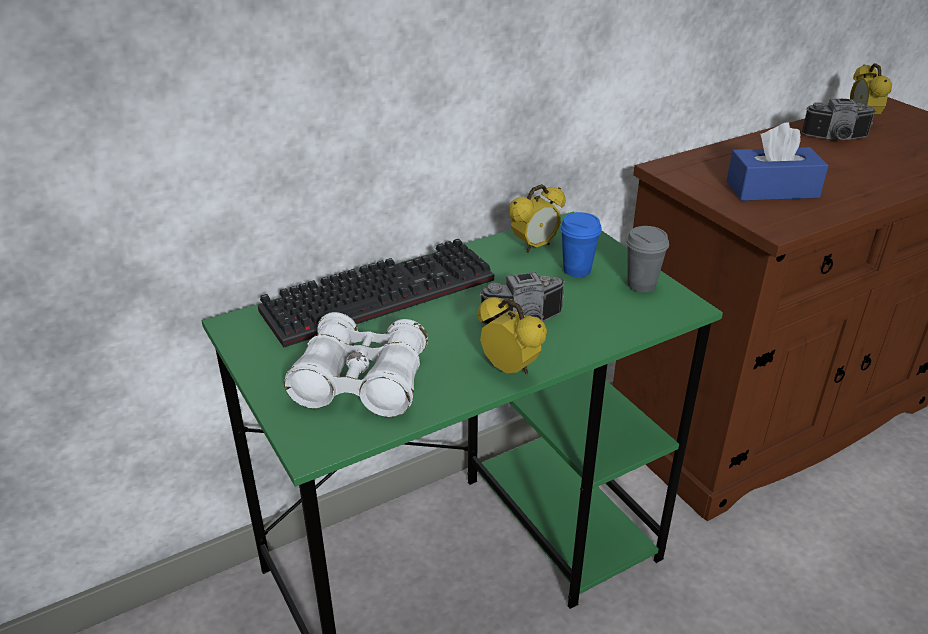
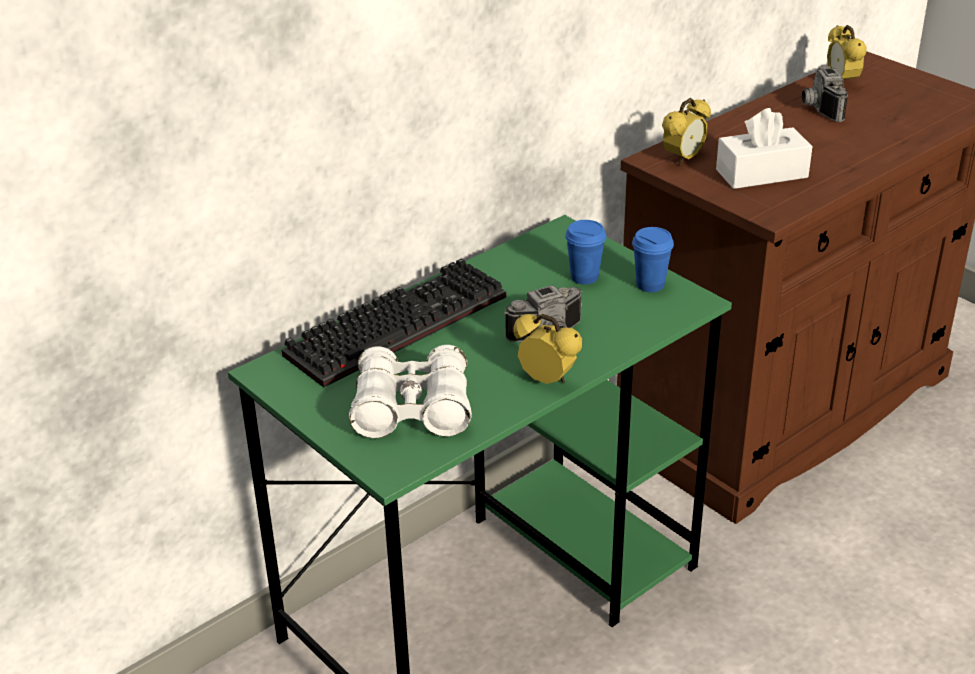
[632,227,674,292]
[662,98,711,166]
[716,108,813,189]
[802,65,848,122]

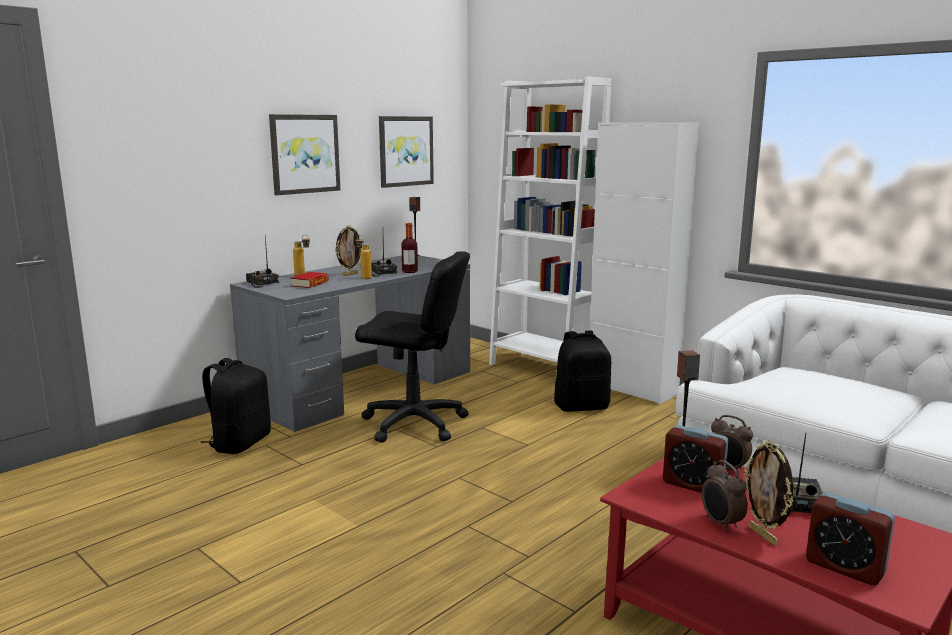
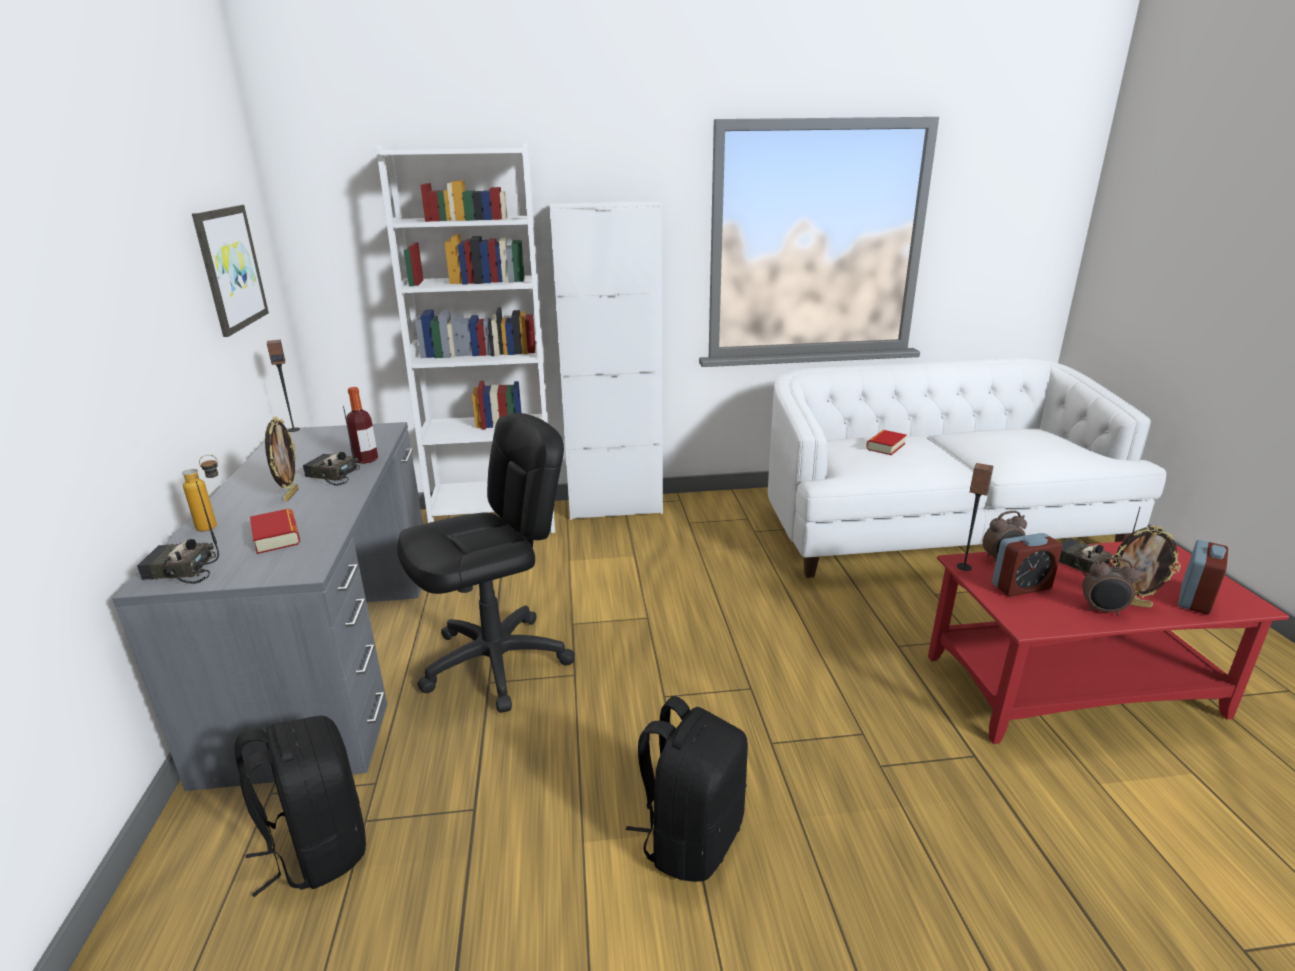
[626,696,748,882]
[866,430,907,455]
[1178,540,1228,614]
[269,114,340,195] (first image)
[356,235,372,279] (first image)

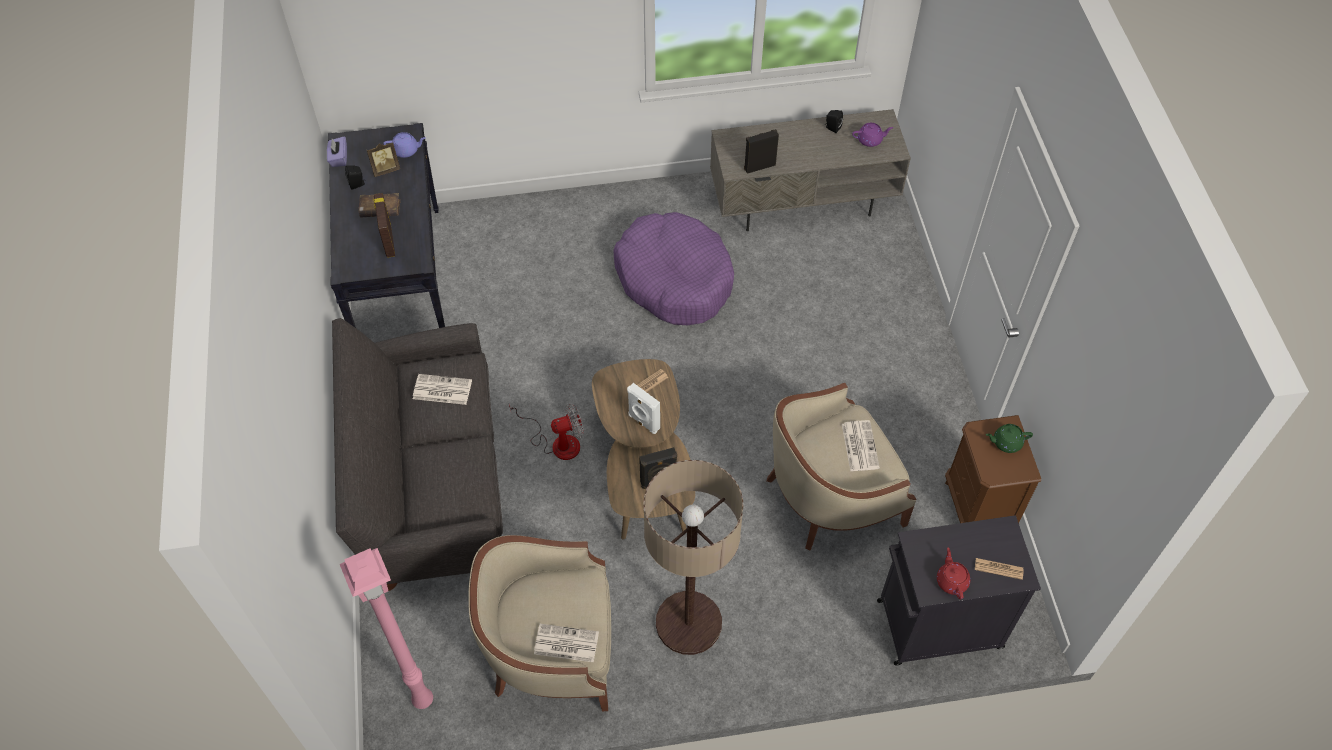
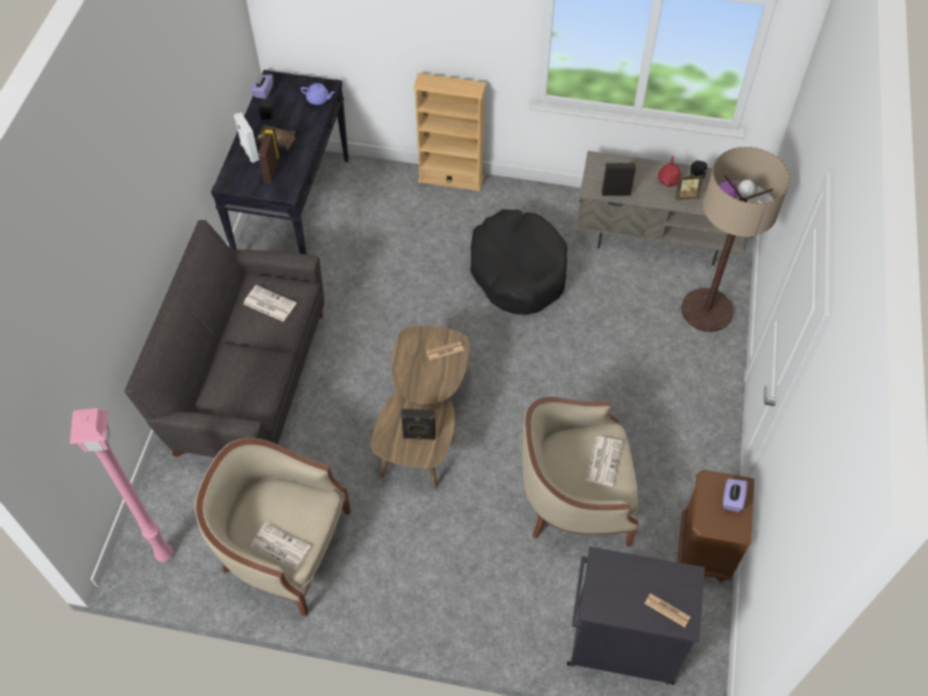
[234,112,259,163]
[413,73,486,191]
[470,209,567,315]
[658,156,681,187]
[675,174,703,200]
[681,147,790,332]
[723,479,747,512]
[509,404,584,460] (first image)

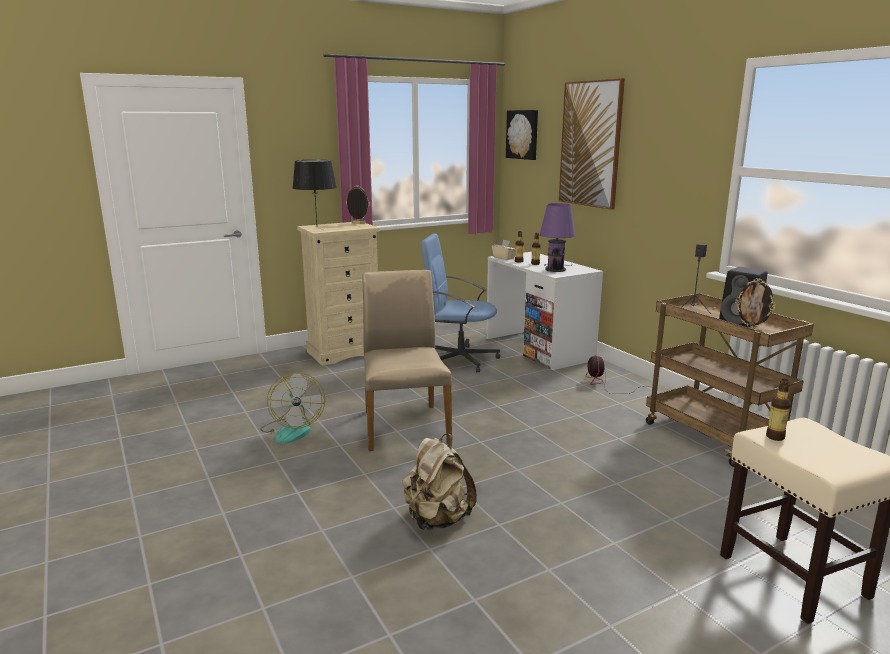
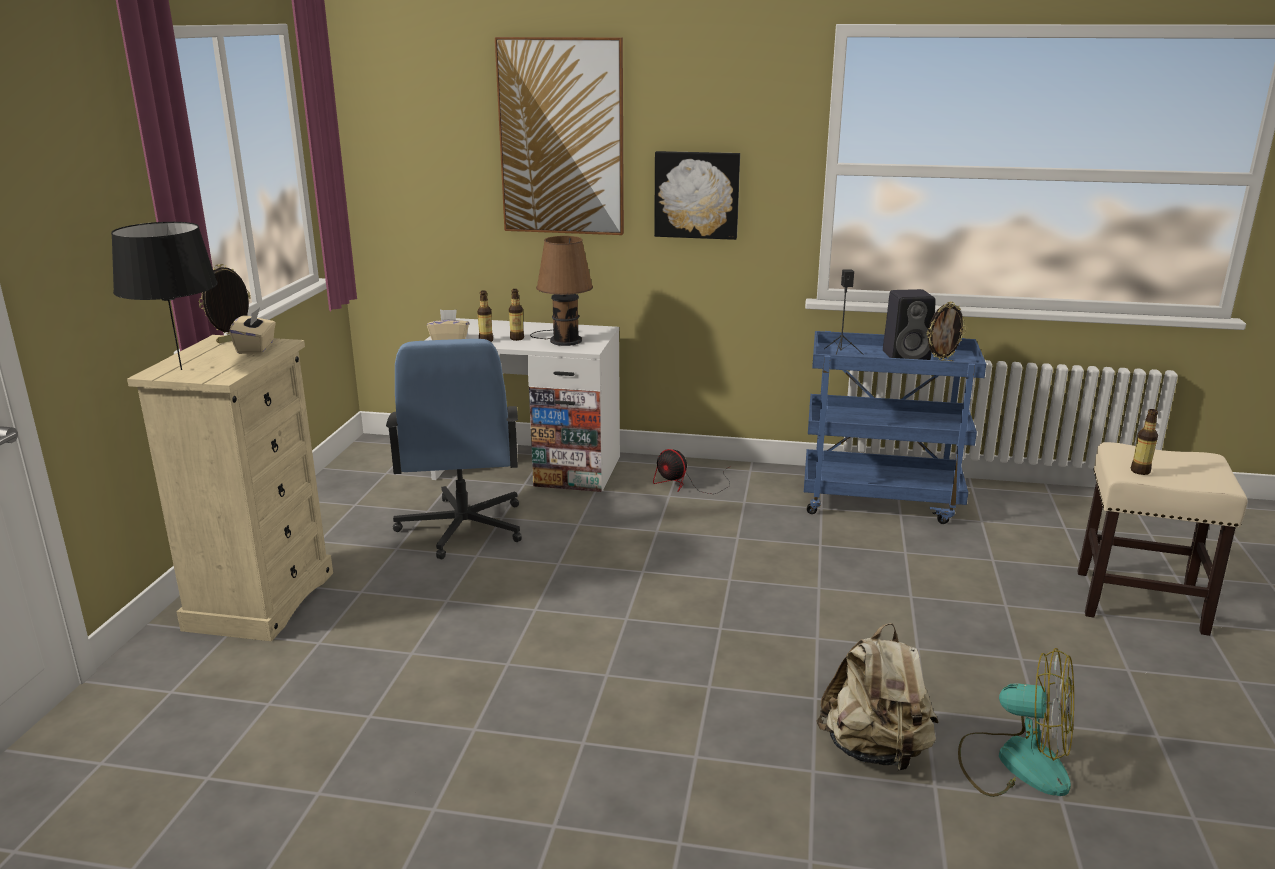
[229,308,276,354]
[386,339,522,559]
[530,236,593,346]
[654,151,740,240]
[804,331,986,524]
[958,648,1074,797]
[363,270,452,451] (first image)

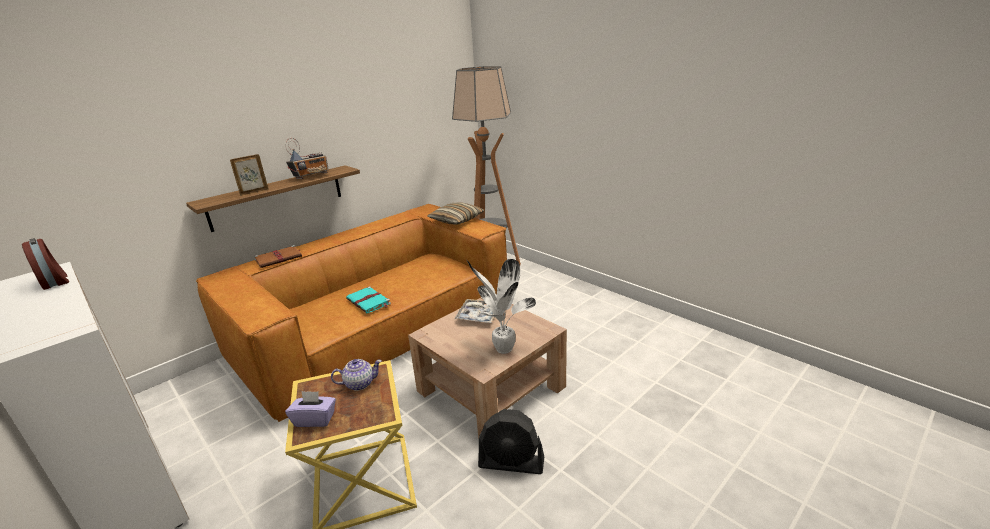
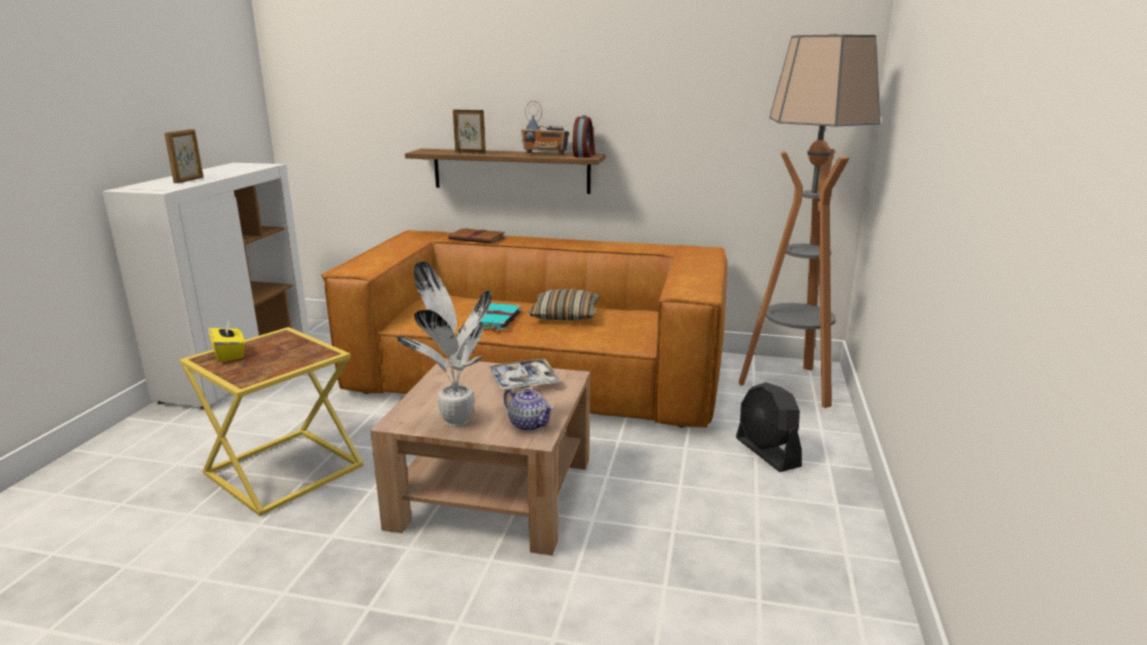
[164,129,203,183]
[208,321,245,362]
[503,389,554,431]
[528,289,600,320]
[573,115,596,158]
[736,382,802,472]

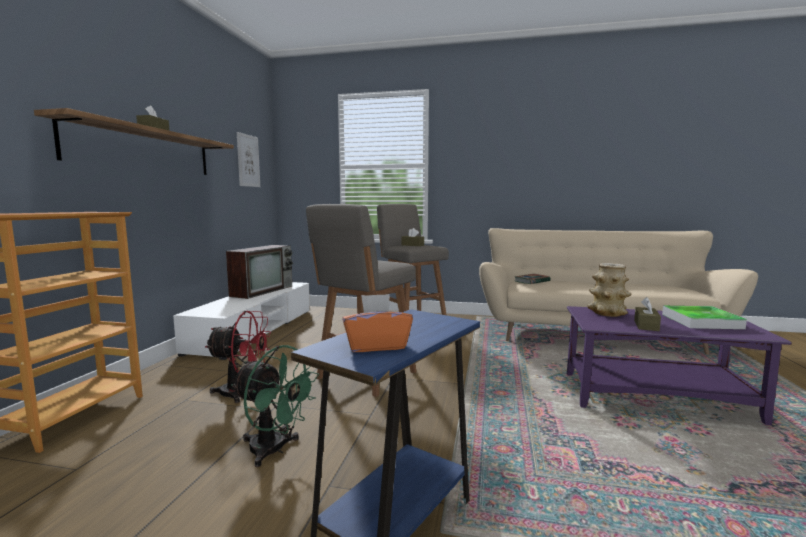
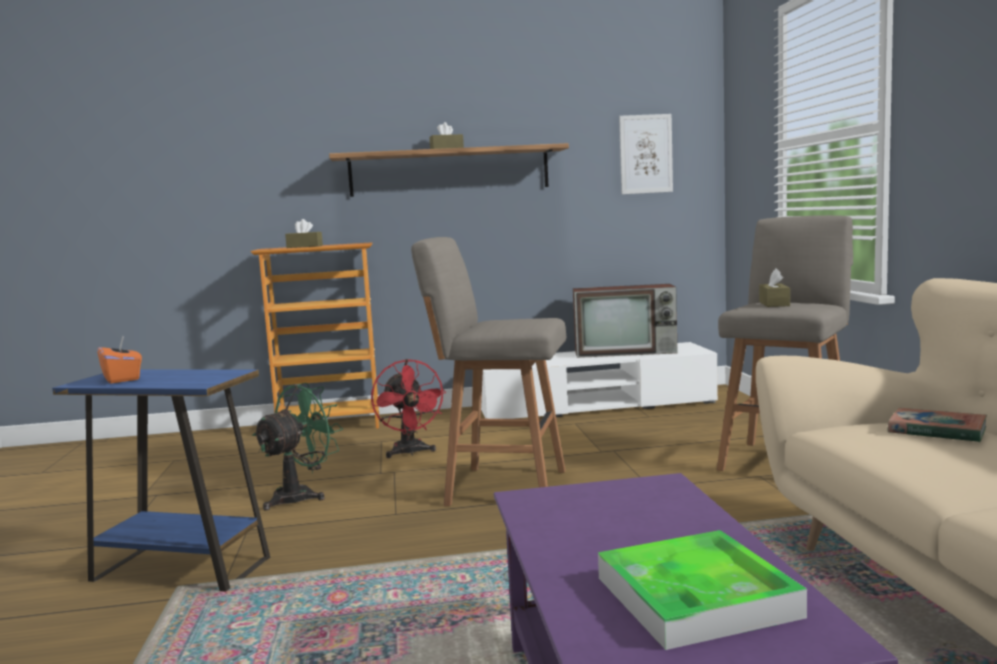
[252,383,343,511]
[285,219,323,248]
[587,263,632,317] (first image)

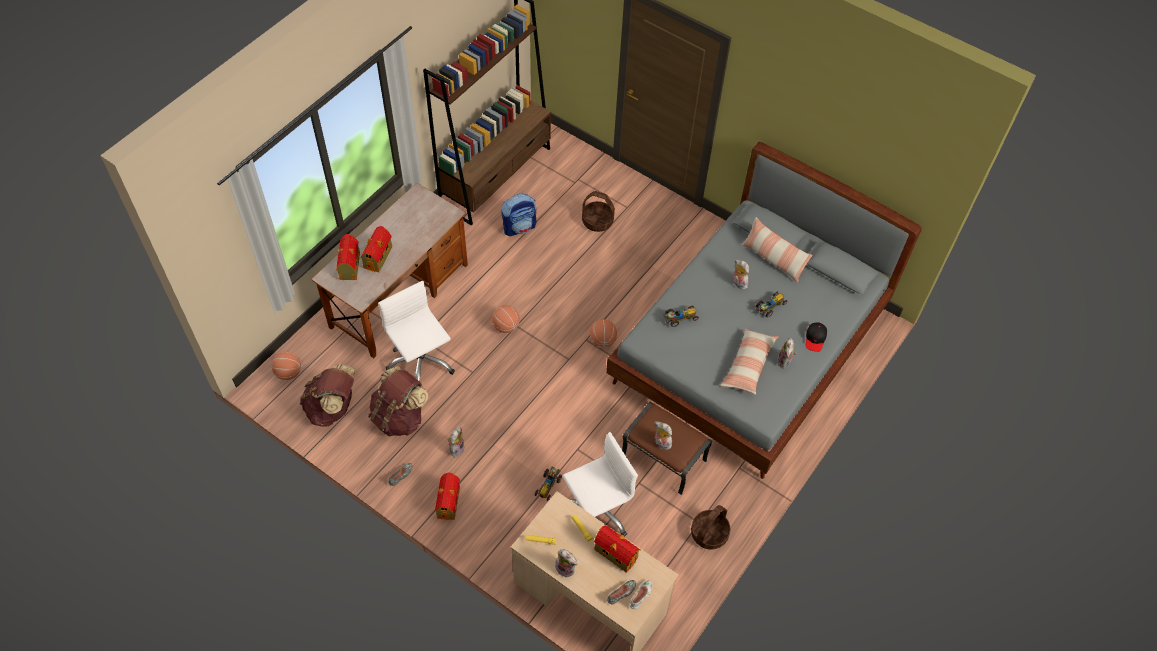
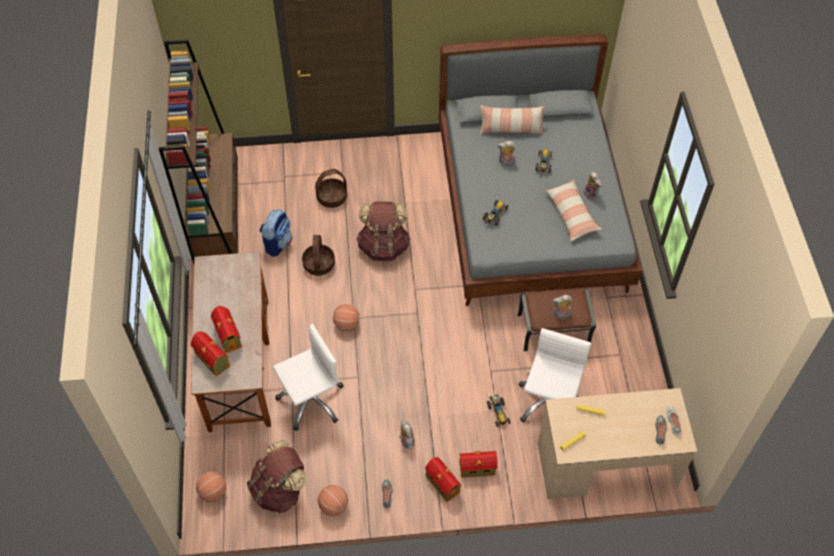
[273,324,343,431]
[302,235,335,276]
[318,485,348,516]
[356,202,410,261]
[459,450,498,478]
[555,549,578,578] (first image)
[806,322,827,352] (first image)

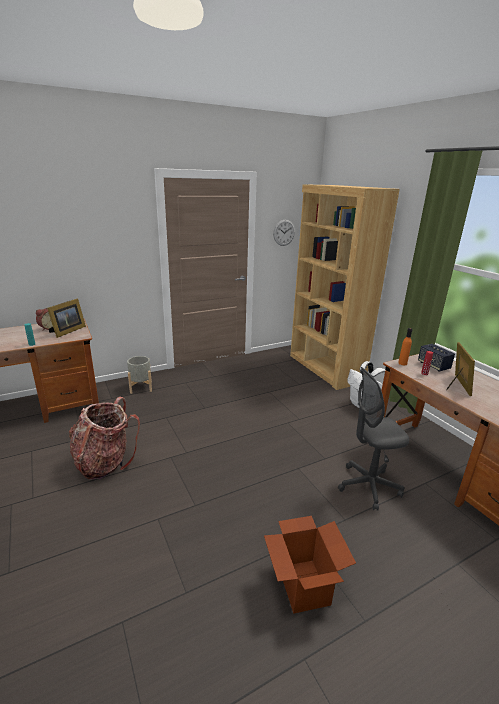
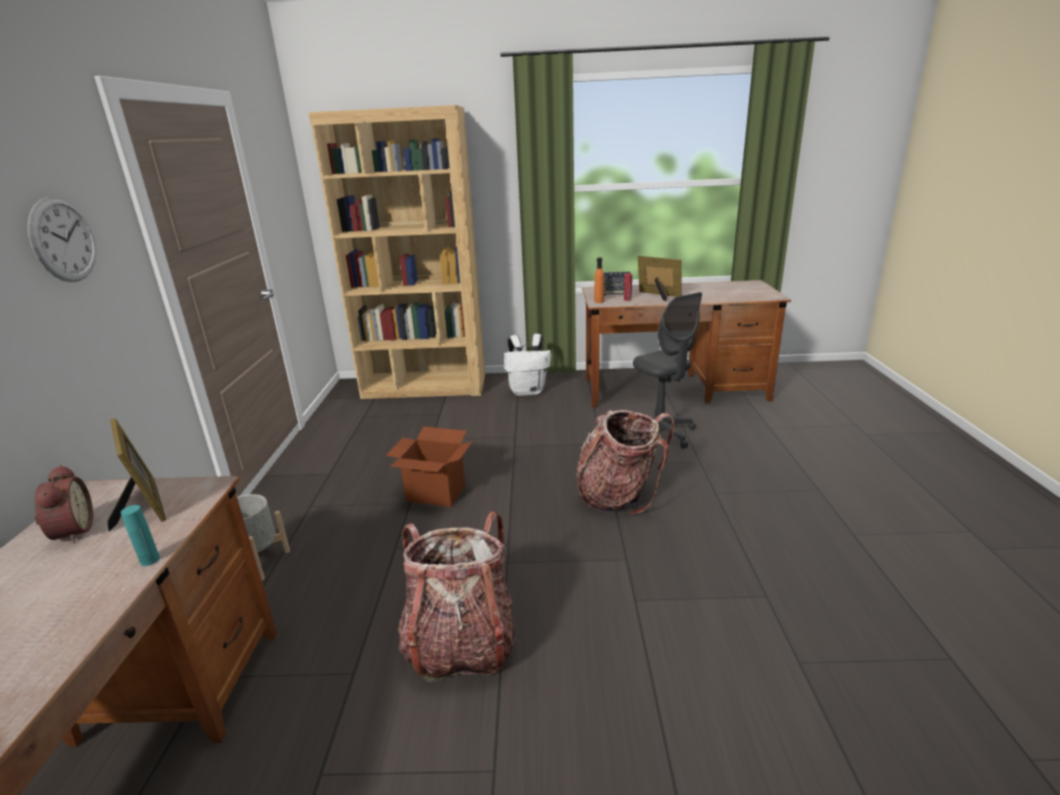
[28,197,96,282]
[386,427,473,507]
[576,410,675,515]
[633,292,702,449]

